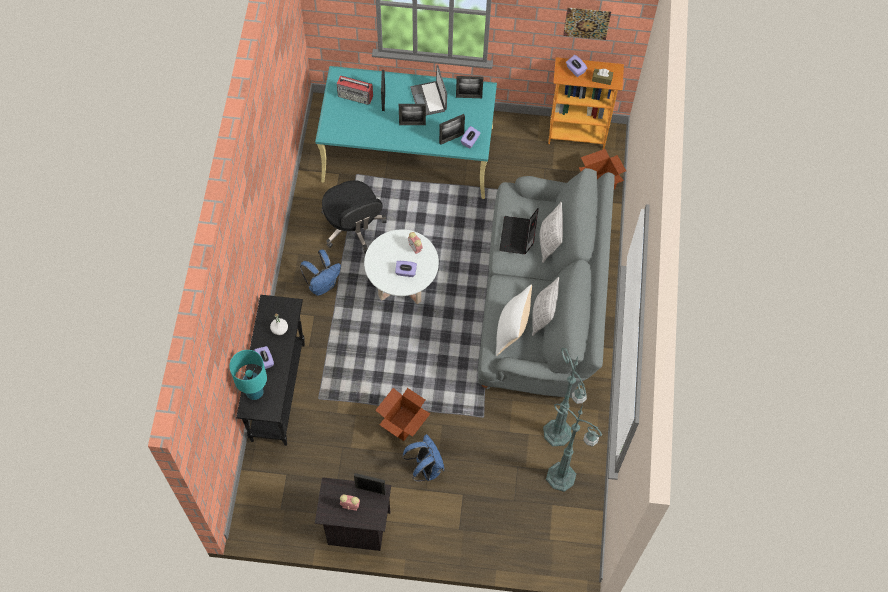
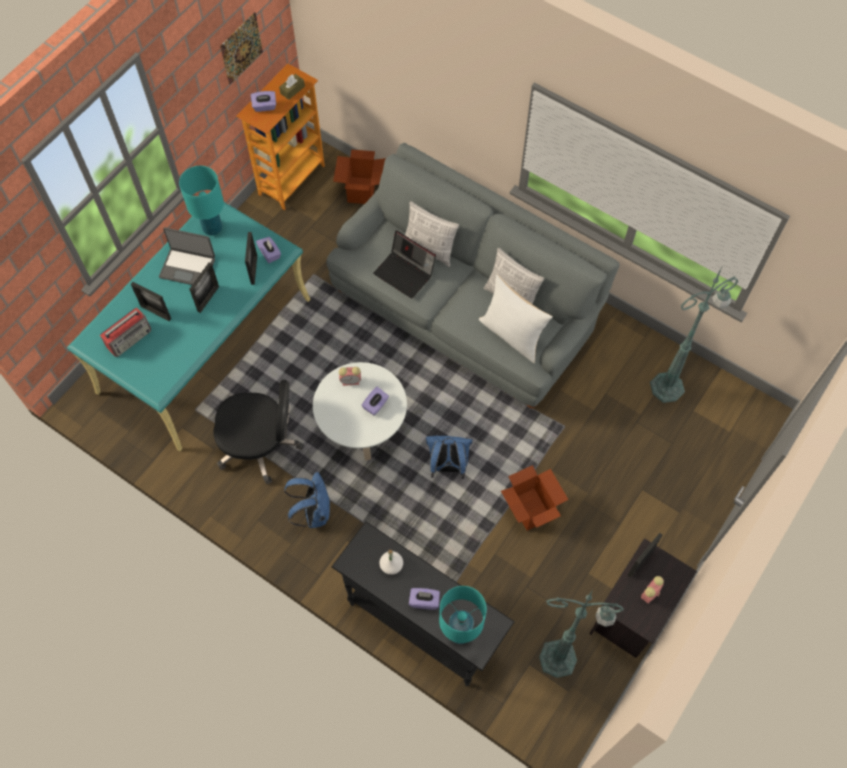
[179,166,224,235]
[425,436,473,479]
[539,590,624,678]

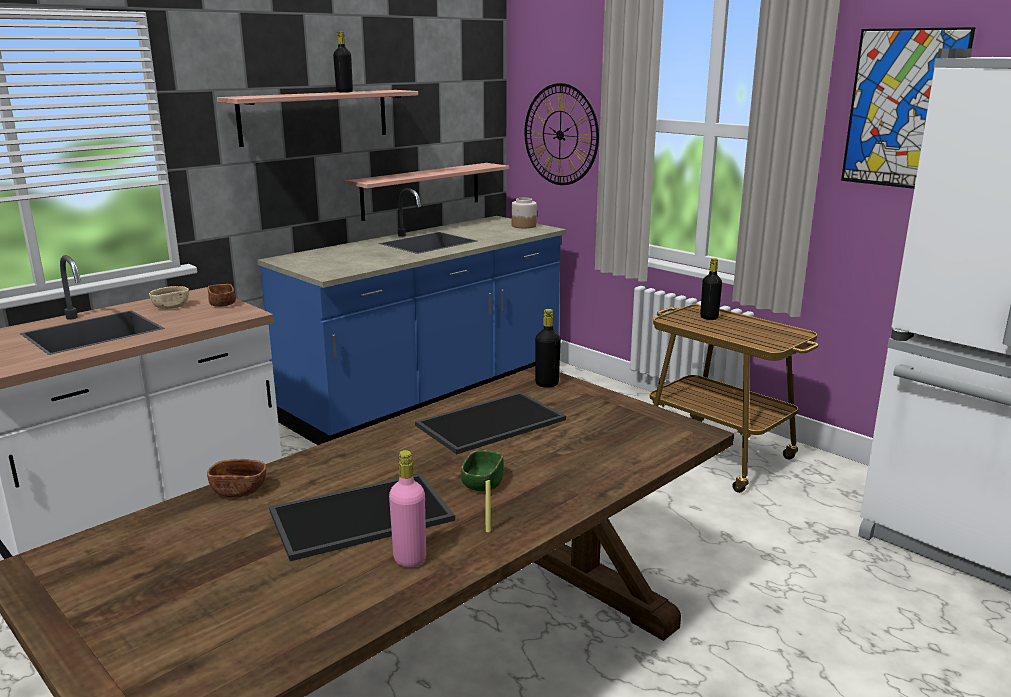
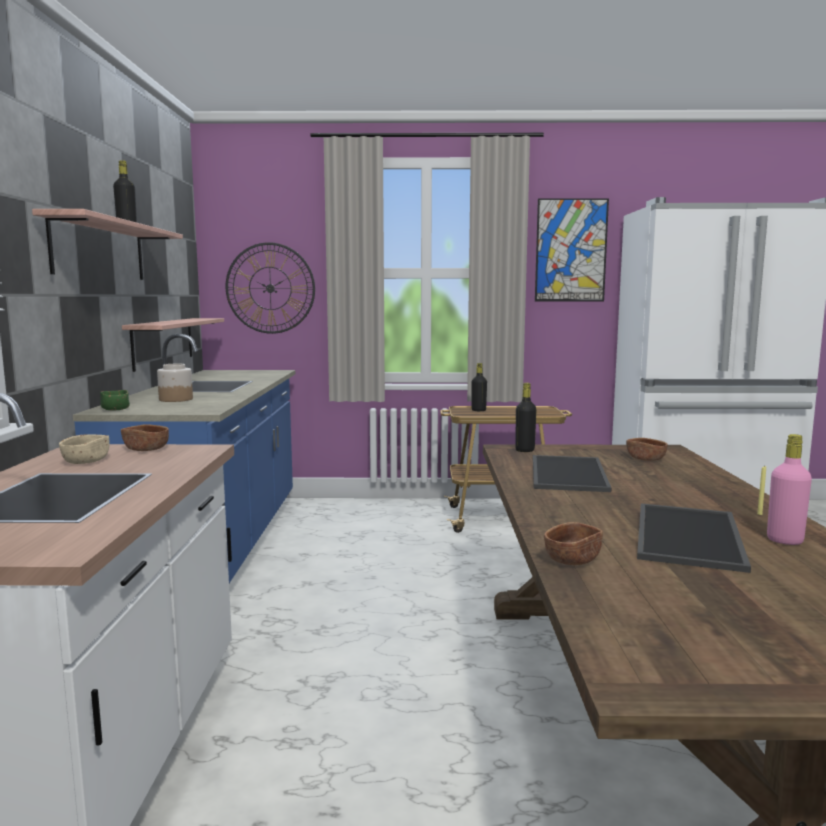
[100,390,130,410]
[157,364,193,402]
[626,438,668,461]

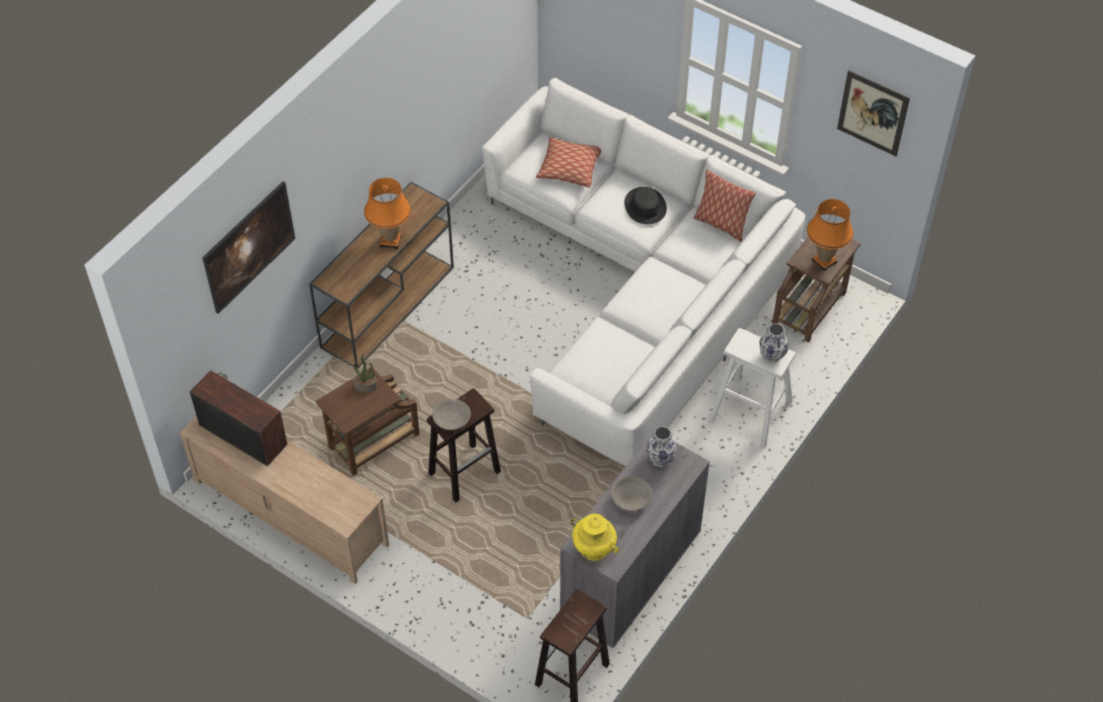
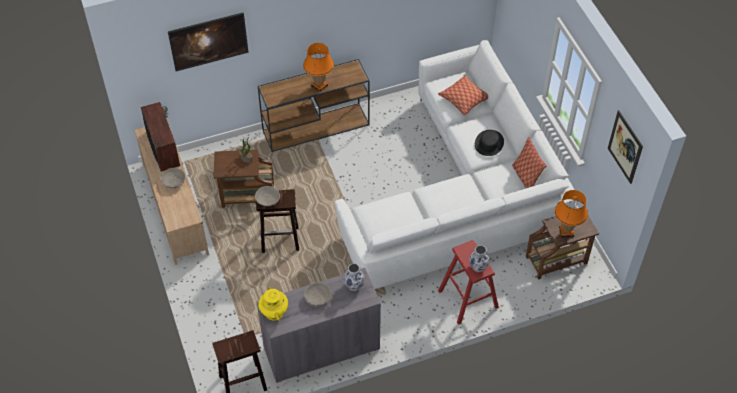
[161,168,185,189]
[438,240,499,325]

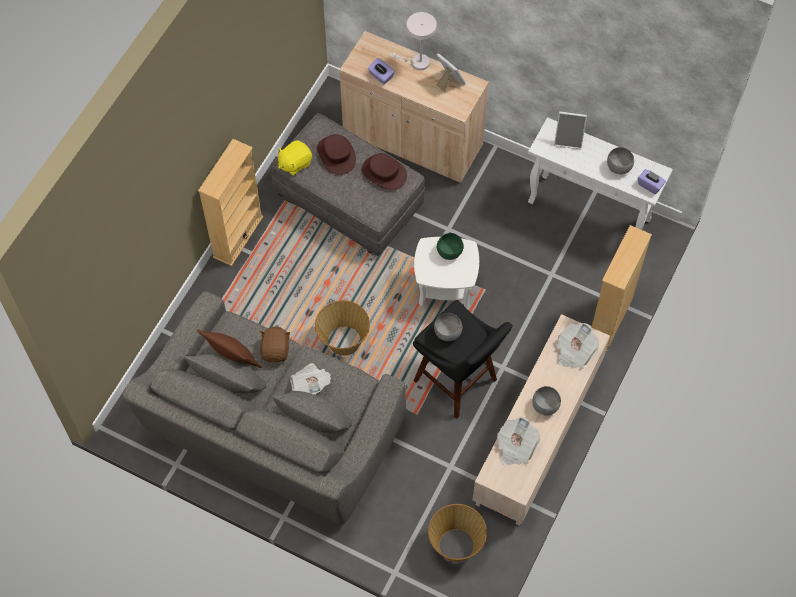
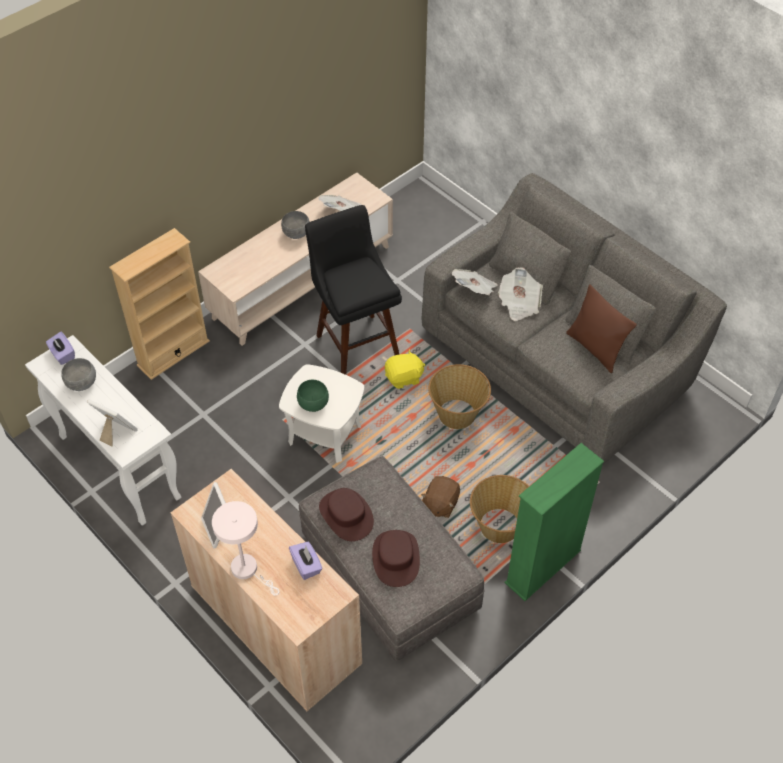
[385,349,425,389]
[421,476,460,518]
[452,269,498,295]
[470,475,529,543]
[504,443,604,601]
[434,313,462,341] (first image)

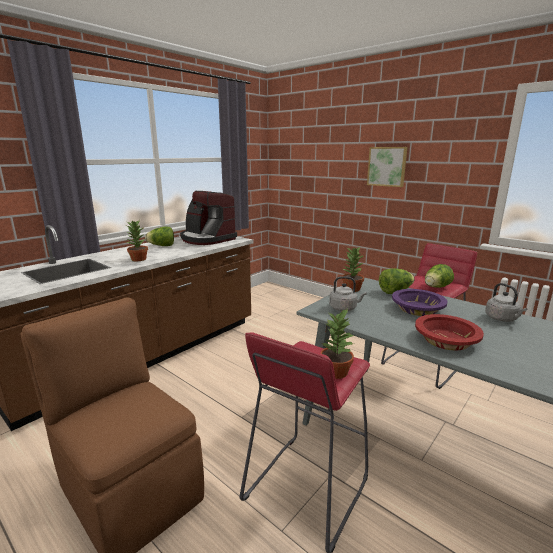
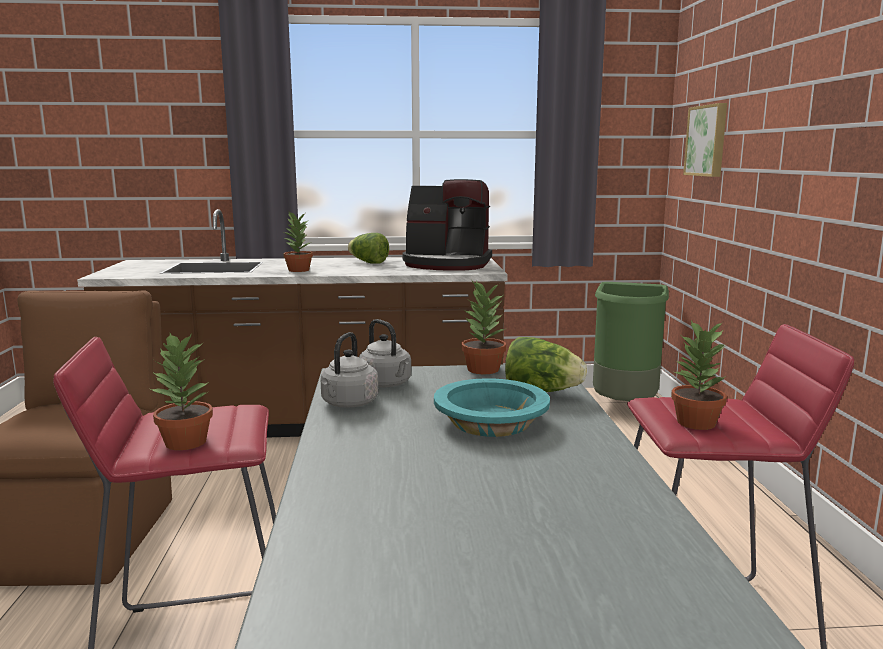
[321,332,378,408]
[402,179,492,271]
[434,378,550,437]
[593,282,669,401]
[671,321,727,430]
[683,103,727,177]
[415,314,484,350] (first image)

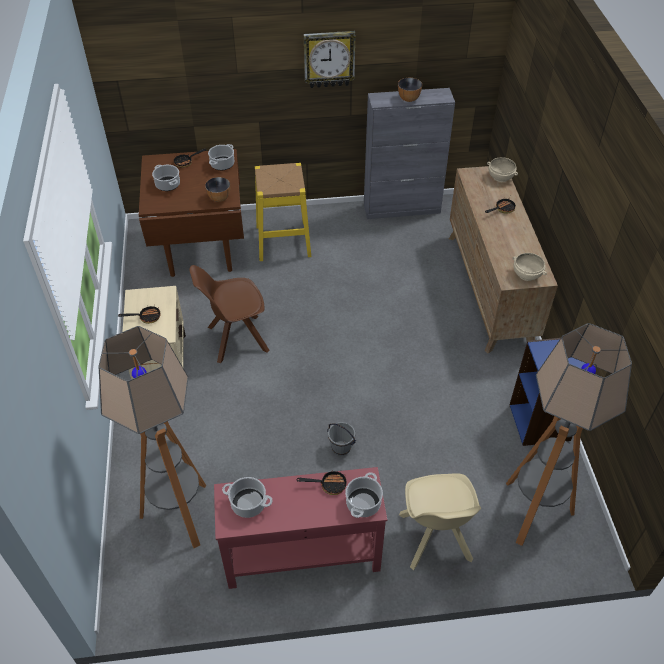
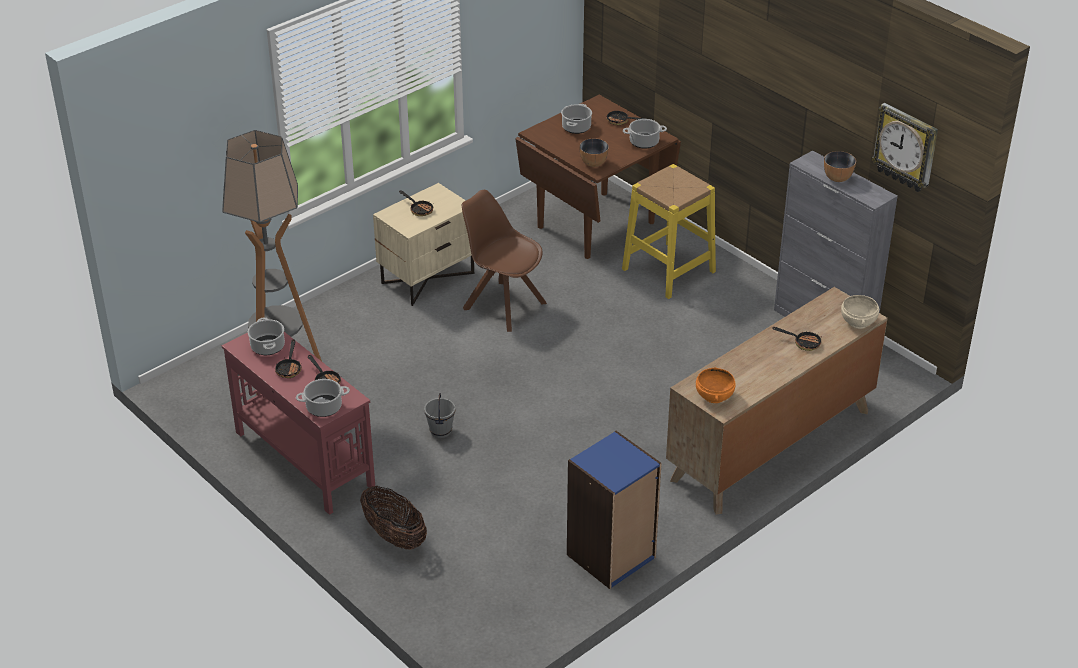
[275,340,302,378]
[360,486,427,550]
[696,367,736,403]
[871,103,938,192]
[506,323,632,546] (first image)

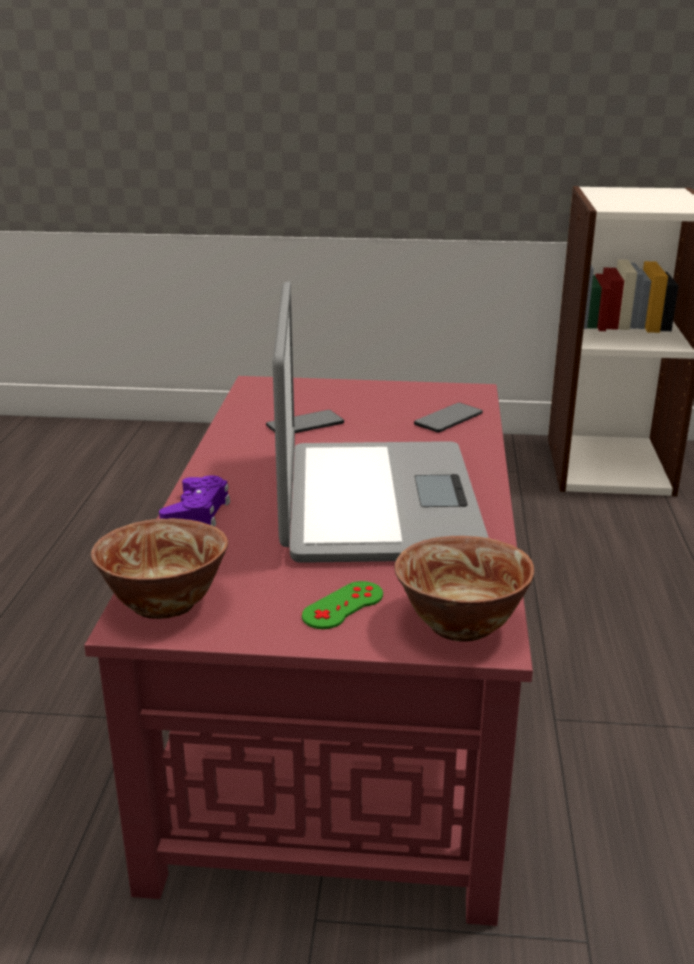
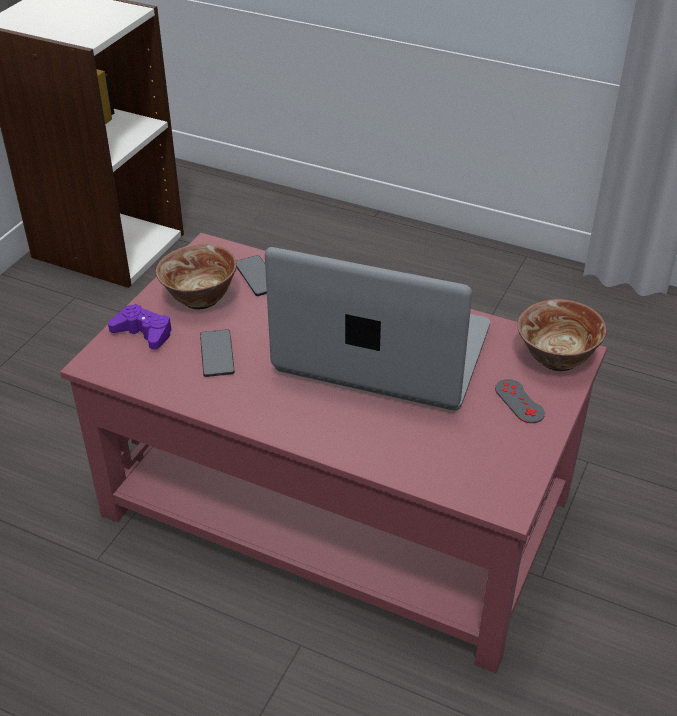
[108,304,172,350]
[156,244,237,309]
[495,379,545,423]

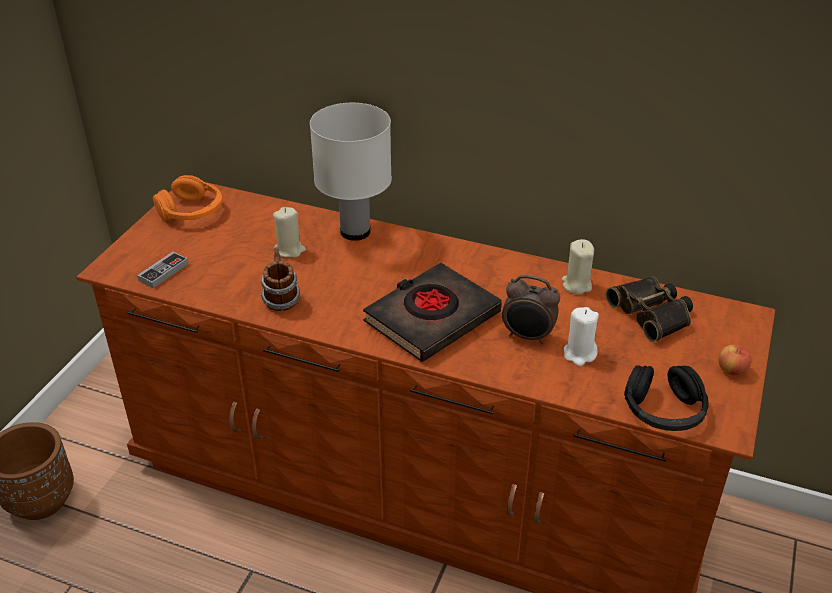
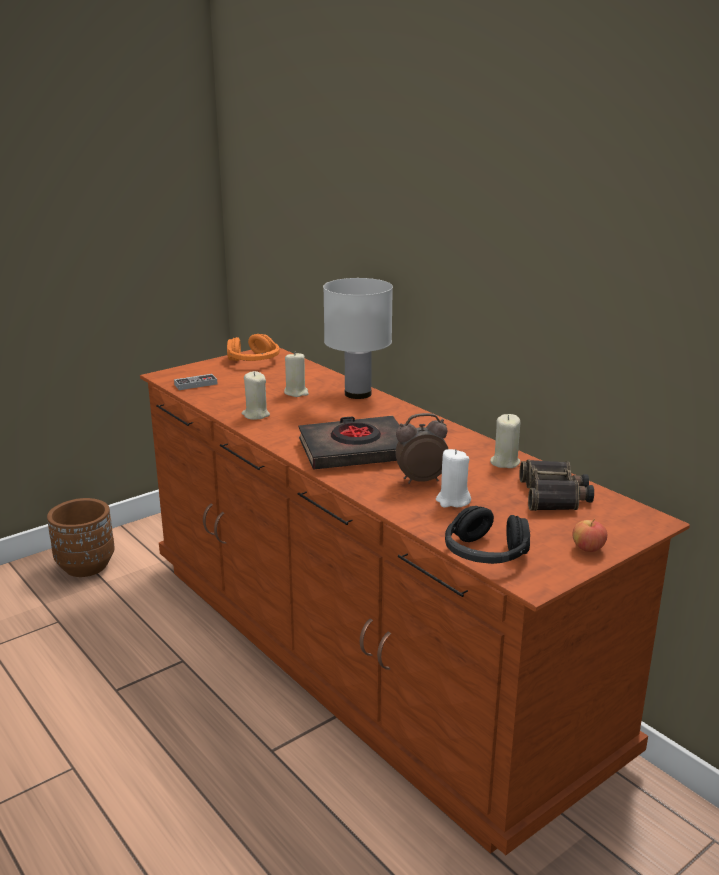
[242,371,270,420]
[395,413,448,484]

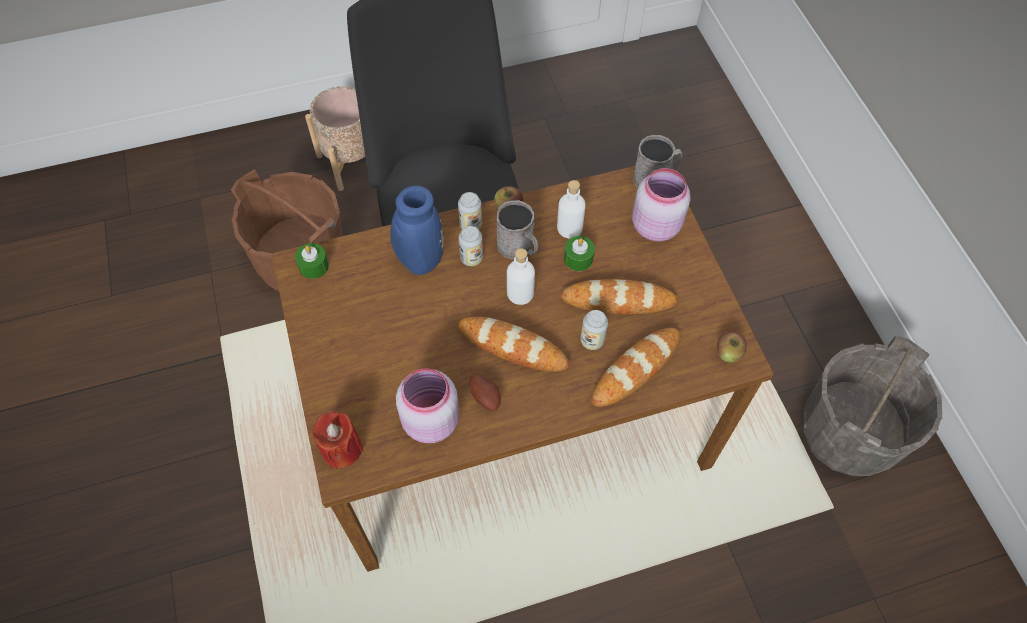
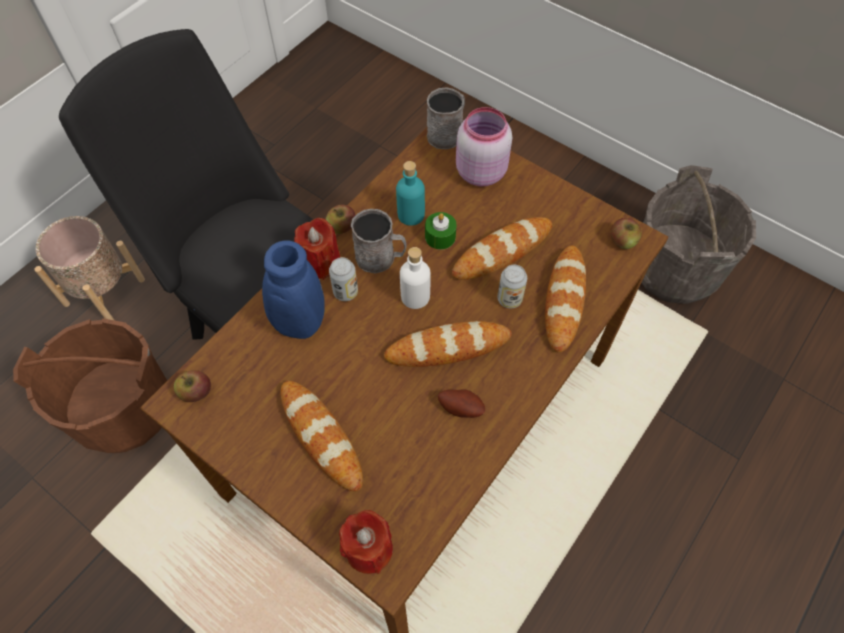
[174,370,211,402]
[281,381,363,491]
[294,218,340,280]
[396,161,425,226]
[396,368,459,444] (first image)

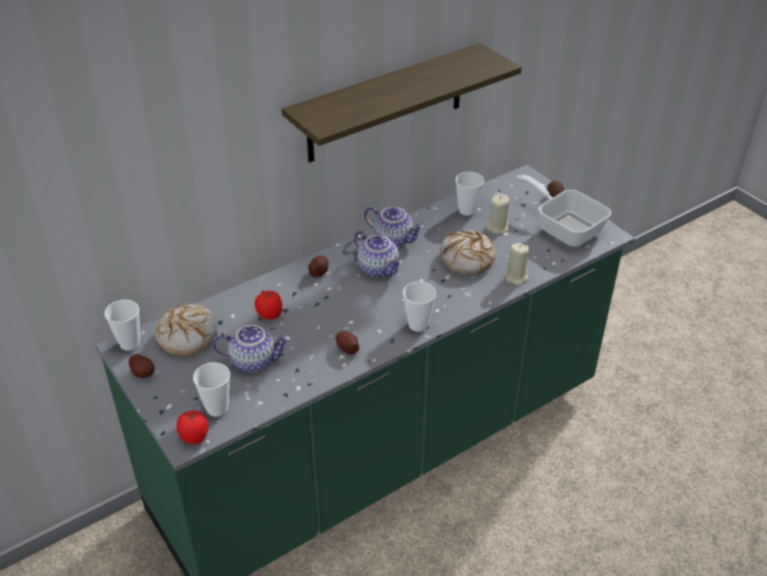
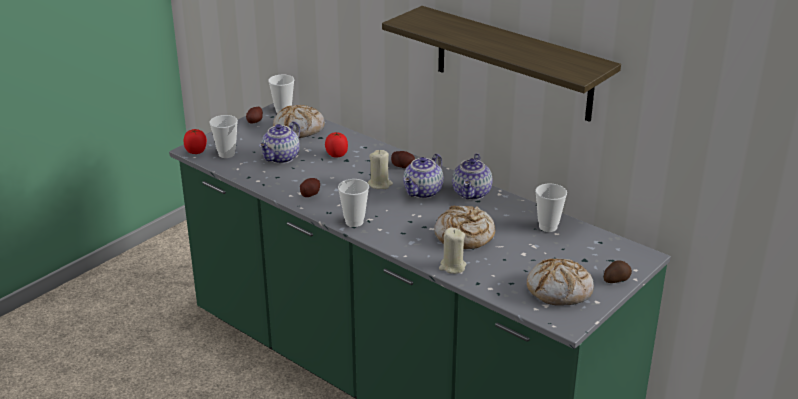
[259,121,300,164]
[368,150,393,189]
[527,258,594,306]

